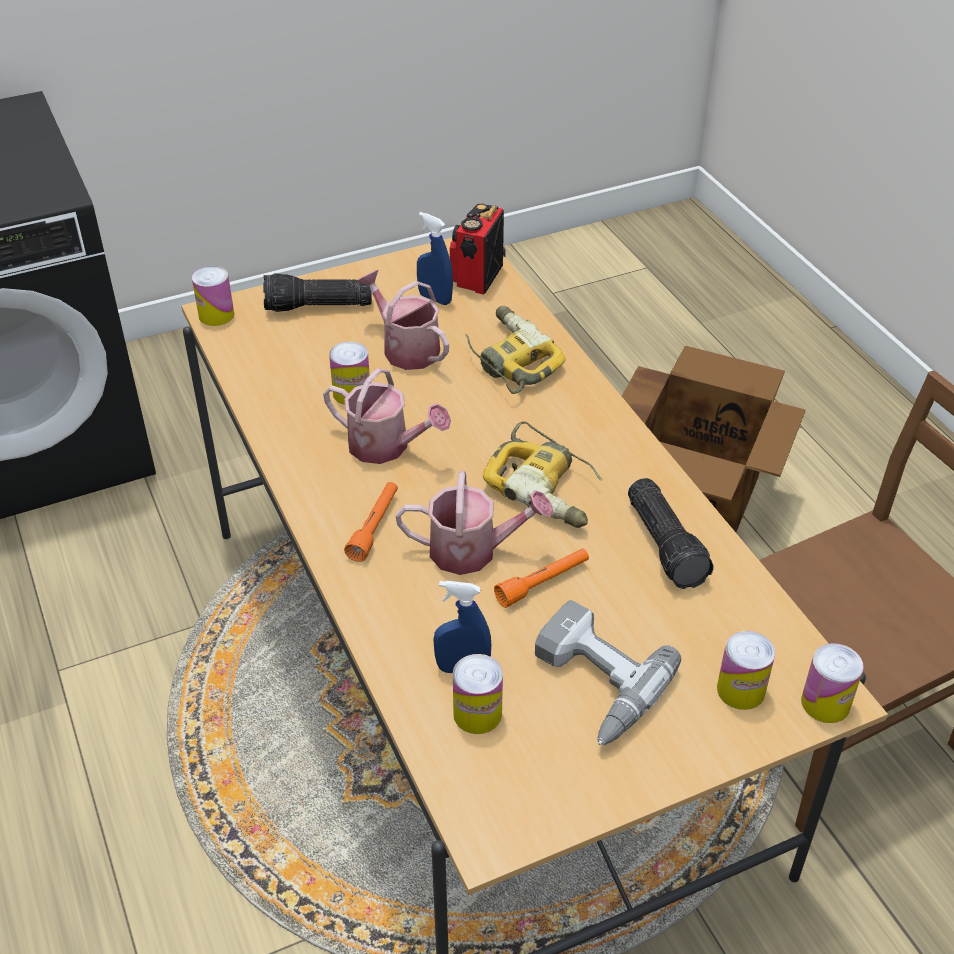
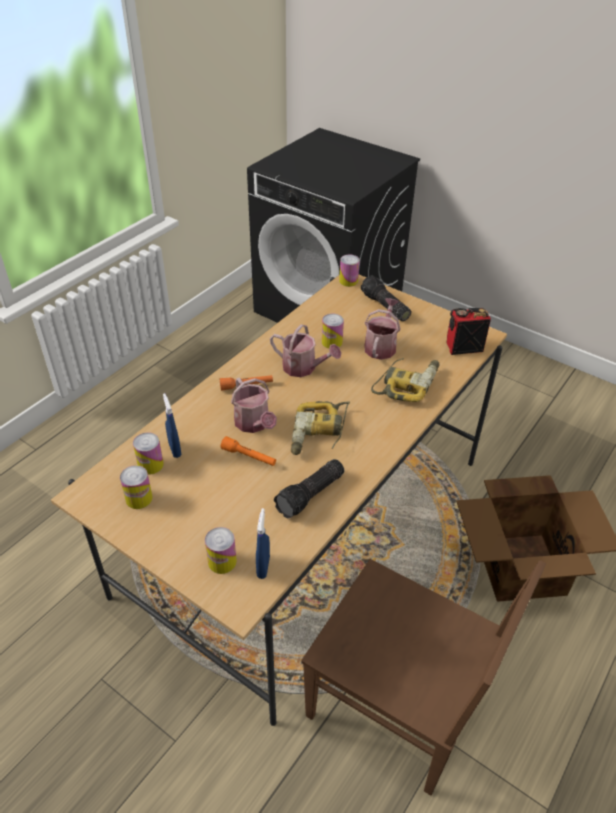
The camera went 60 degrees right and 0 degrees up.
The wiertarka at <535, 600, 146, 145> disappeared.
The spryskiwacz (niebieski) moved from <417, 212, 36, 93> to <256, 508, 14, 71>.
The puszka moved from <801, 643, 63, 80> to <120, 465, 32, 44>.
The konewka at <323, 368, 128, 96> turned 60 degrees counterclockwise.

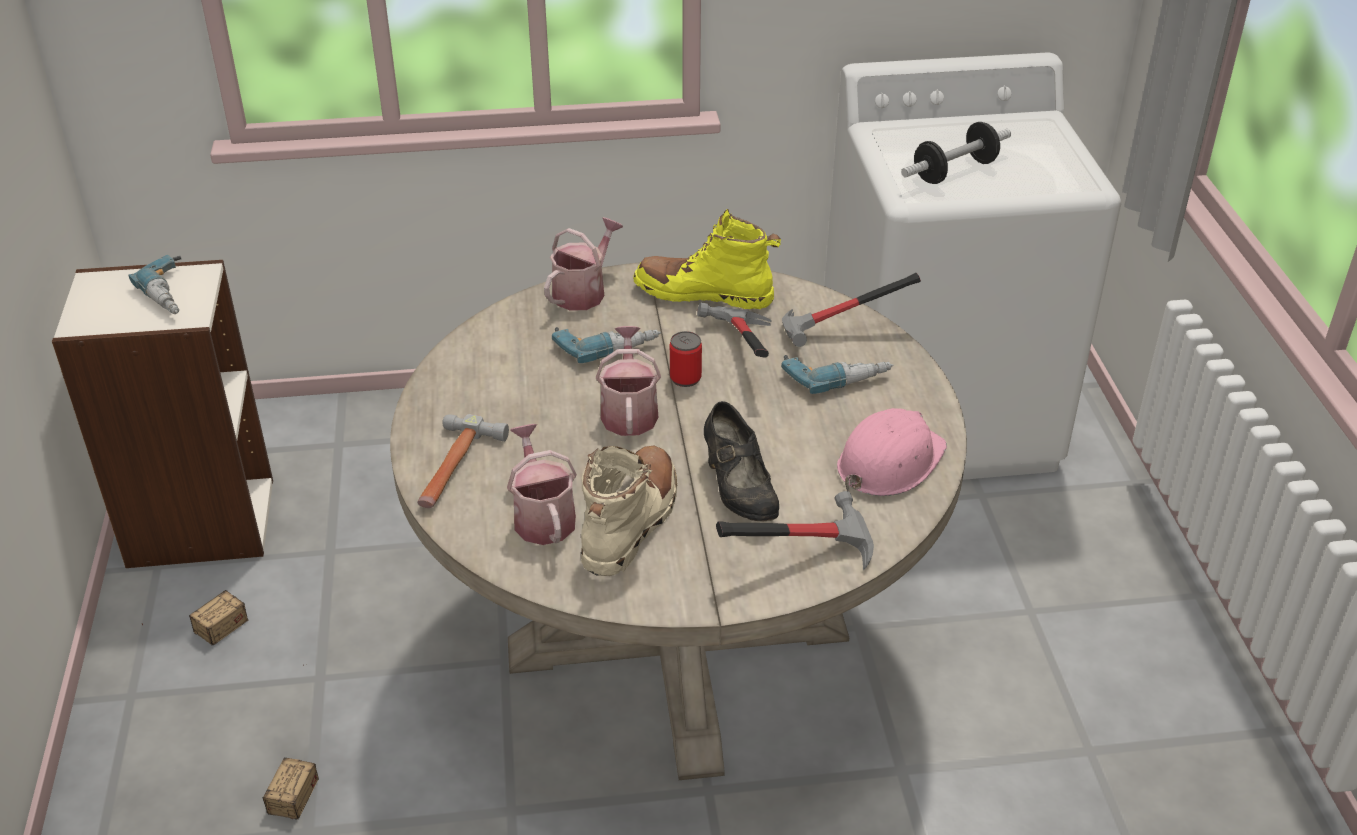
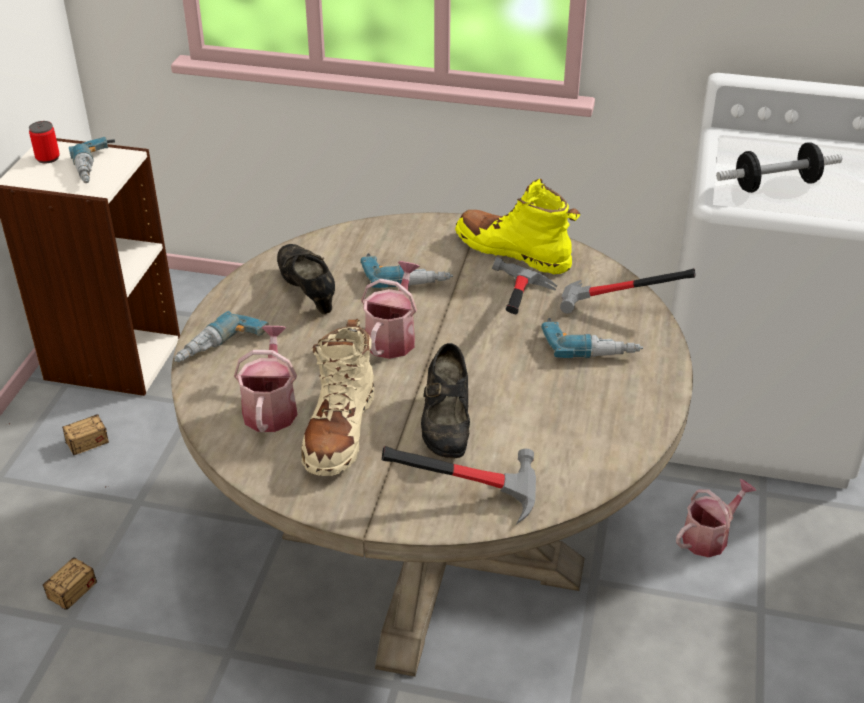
The camera went 20 degrees right and 0 degrees up.
The kask (różowy) at <837, 408, 110, 88> disappeared.
The but (czarny) at <277, 244, 58, 70> appeared.
The konewka moved from <544, 217, 79, 94> to <676, 479, 80, 78>.
The puszka moved from <670, 331, 32, 56> to <29, 121, 31, 42>.
The młotek at <417, 414, 92, 94> was replaced by the wiertarka at <174, 311, 95, 51>.
The but z cholewką (beżowy) at <581, 446, 97, 130> turned 150 degrees clockwise.

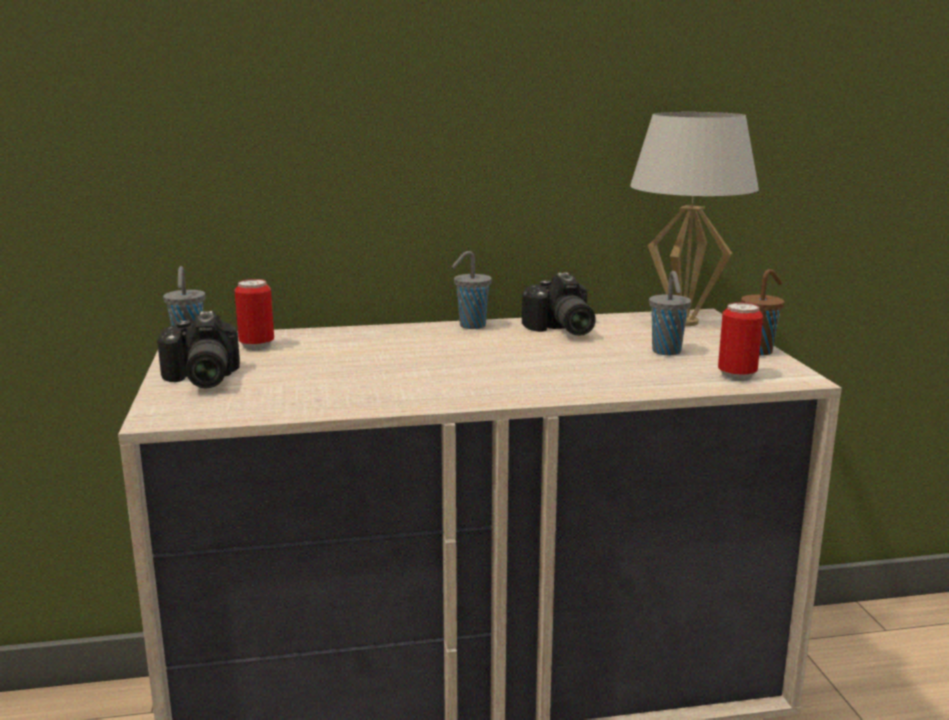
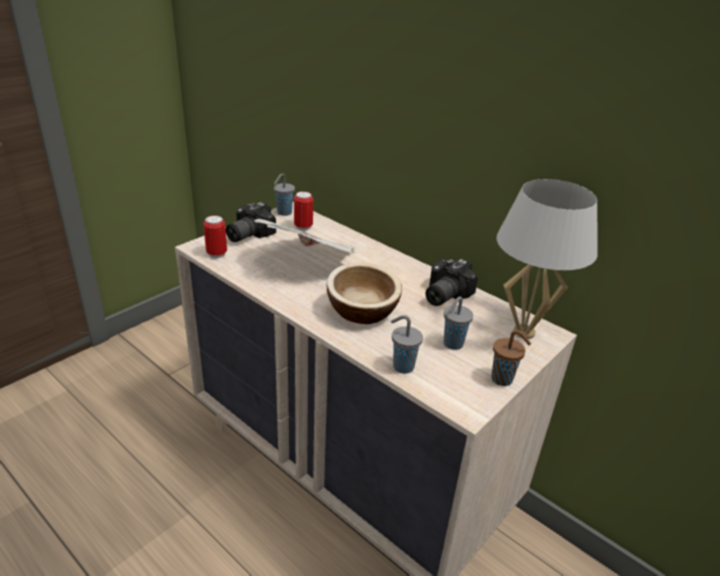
The camera went 50 degrees right and 15 degrees up.
The gazeta at <254, 219, 103, 35> appeared.
The miska at <327, 263, 75, 61> appeared.
The filiżanka (szary) moved from <452, 251, 40, 78> to <391, 315, 32, 59>.
The puszka moved from <718, 302, 45, 79> to <204, 215, 23, 43>.

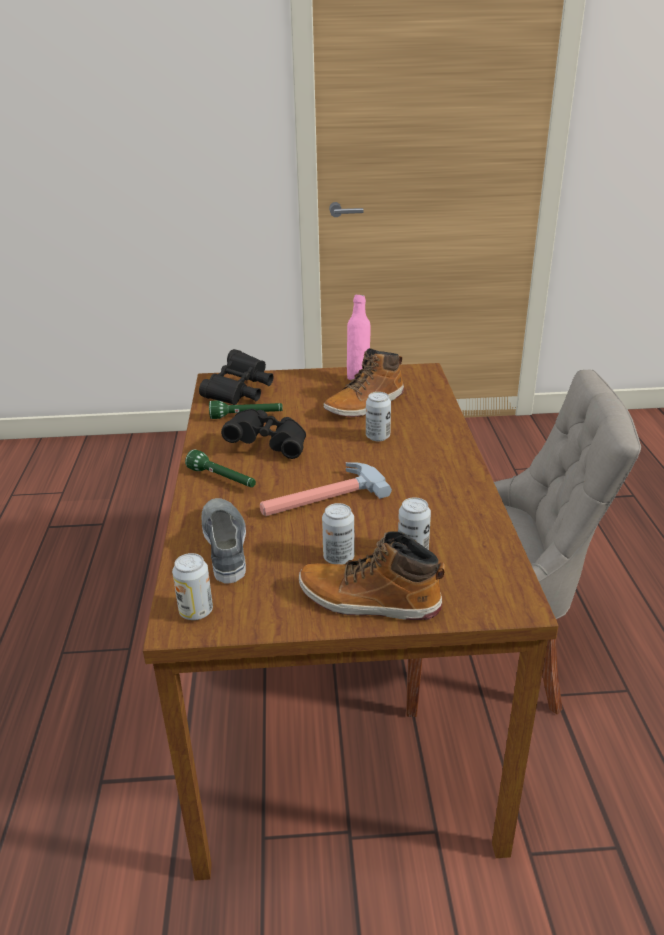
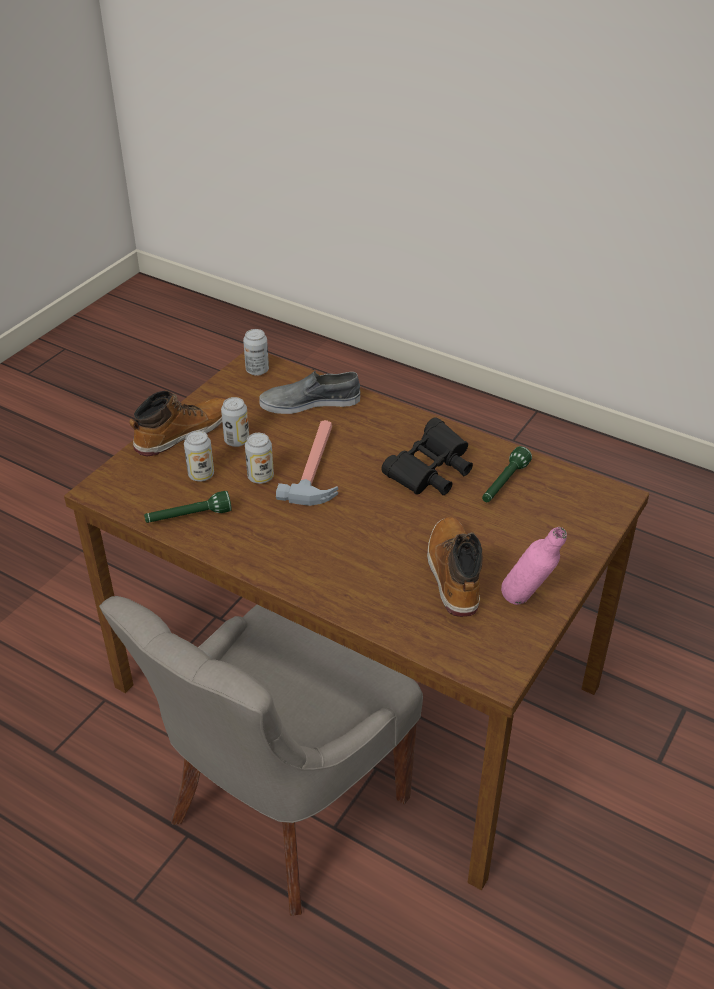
The camera went 125 degrees right and 10 degrees up.
The lornetka (czarny) at <199, 349, 75, 56> disappeared.
The latarka (zielony) moved from <185, 449, 71, 38> to <144, 491, 88, 32>.
The puszka moved from <366, 392, 25, 49> to <245, 433, 29, 51>.
The but (szary) at <202, 498, 44, 86> turned 150 degrees clockwise.

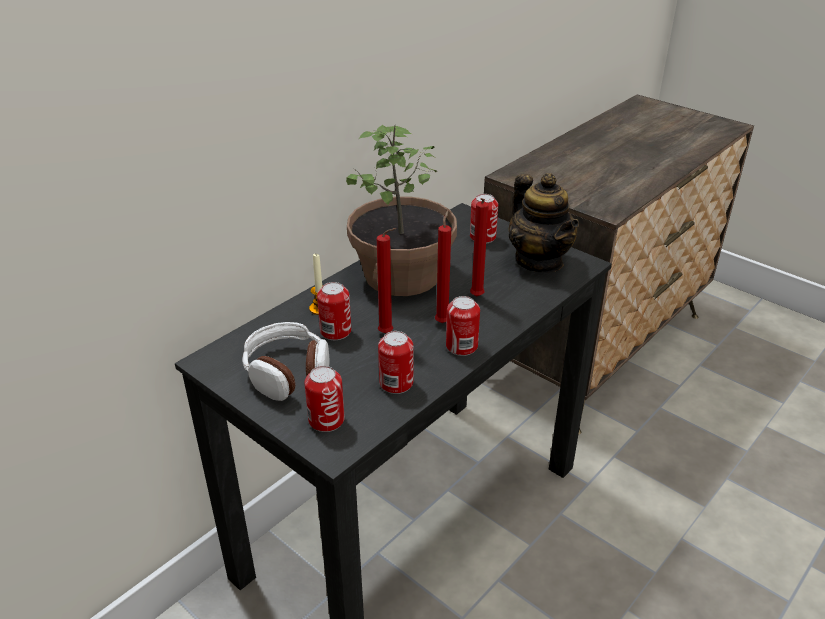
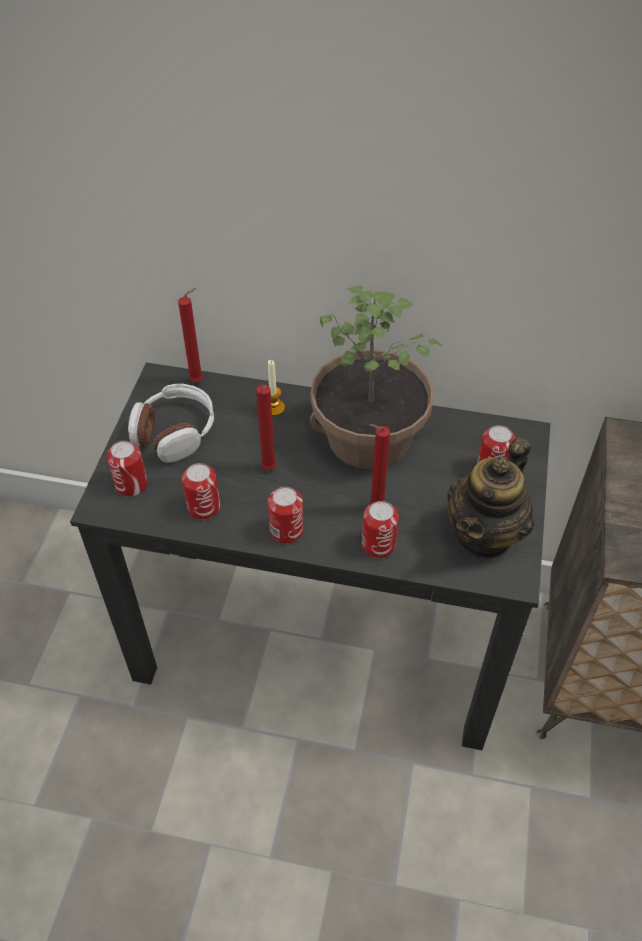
The camera went 60 degrees right and 15 degrees up.
The puszka moved from <317, 282, 34, 58> to <362, 501, 37, 57>.
The świeca (czerwony) moved from <435, 210, 16, 113> to <178, 288, 25, 94>.

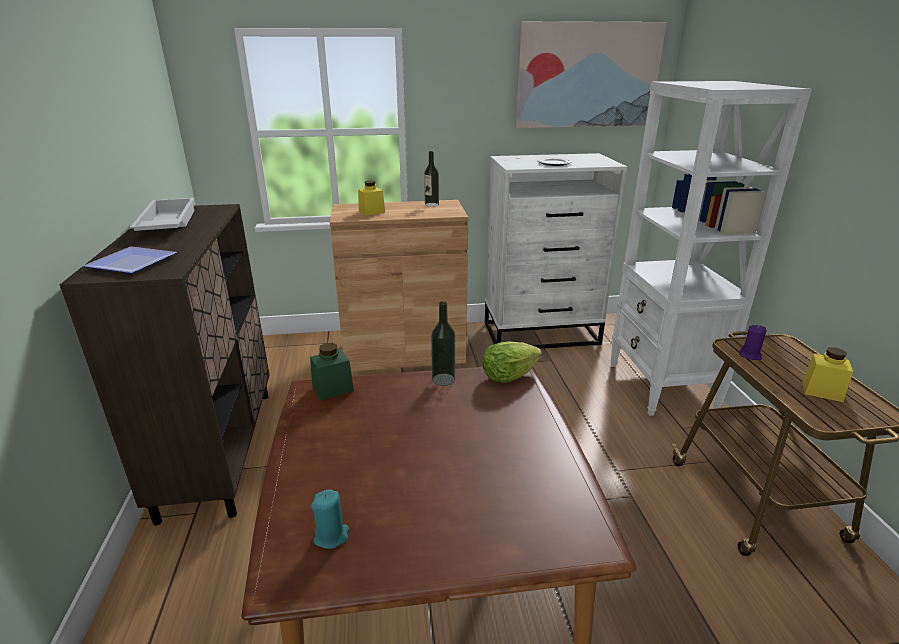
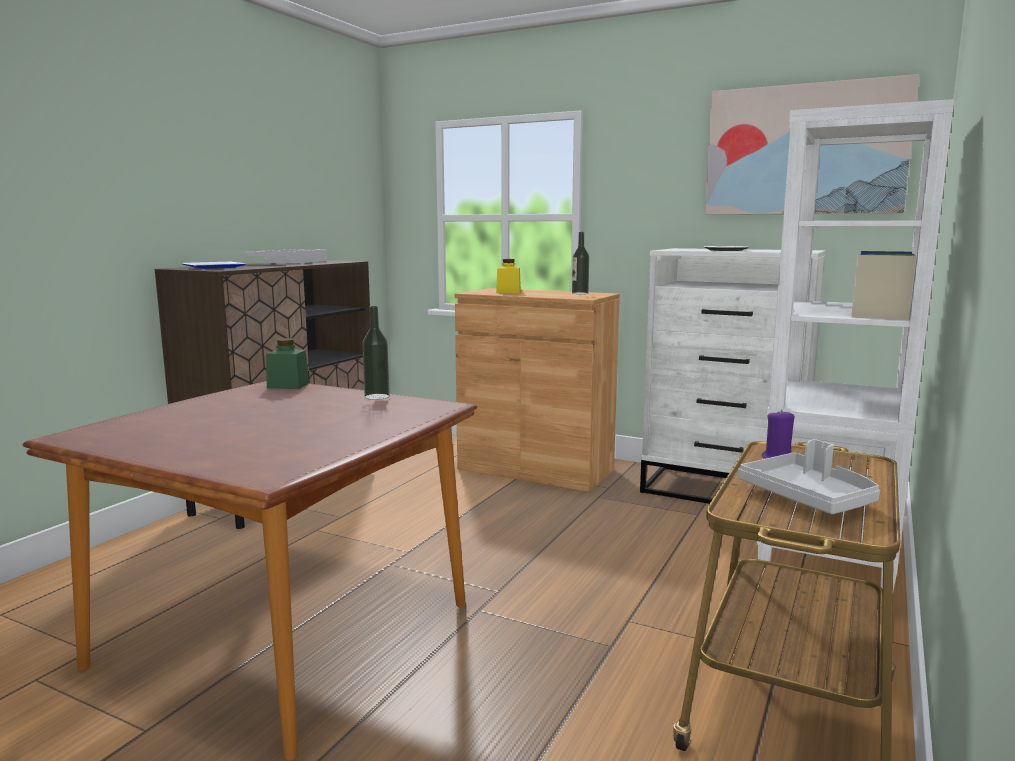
The camera went 35 degrees right and 15 degrees down.
The świeca (turkusowy) at <311, 489, 38, 60> disappeared.
The sałata at <482, 341, 60, 42> disappeared.
The słoik (żółty) at <802, 347, 51, 55> was replaced by the taca (szary) at <738, 439, 142, 75>.

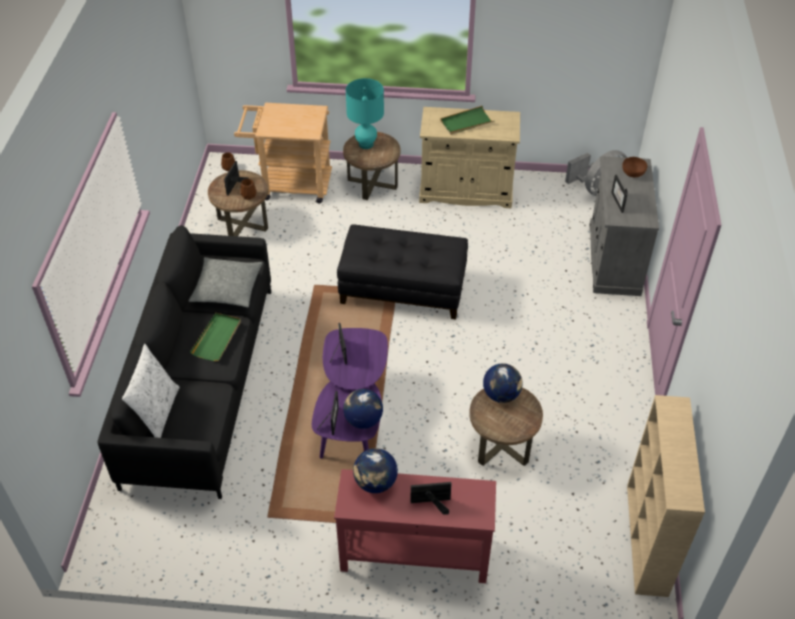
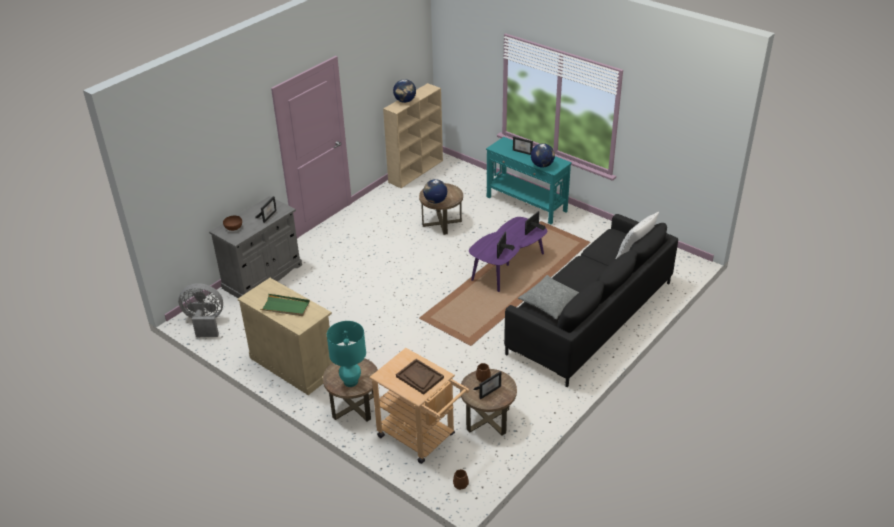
The camera went 145 degrees left and 10 degrees down.
The taca (zielony) at <190, 313, 51, 48> disappeared.
The pufa (czarny) at <337, 224, 131, 96> disappeared.
The taca (brązowy) at <396, 359, 48, 36> appeared.
The globus moved from <343, 389, 40, 40> to <393, 79, 23, 24>.
The stolik konsolowy (czerwony) at <334, 469, 162, 114> became the stolik konsolowy (turkusowy) at <486, 137, 86, 88>.

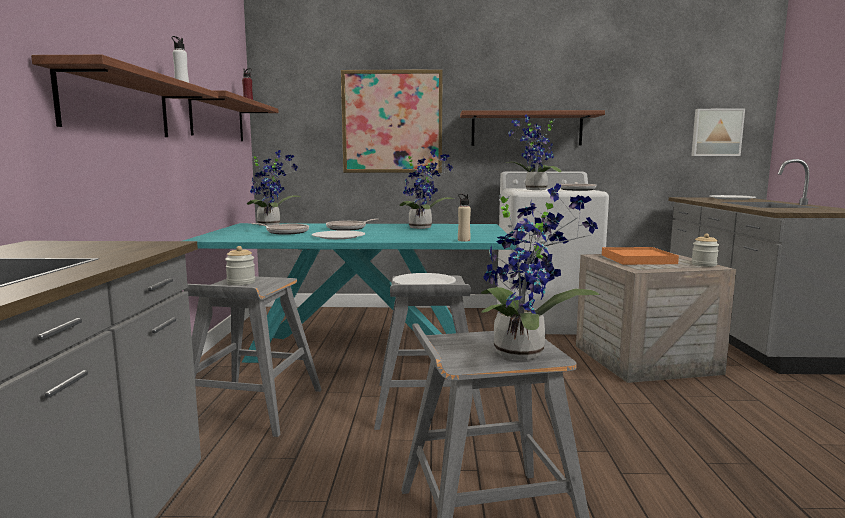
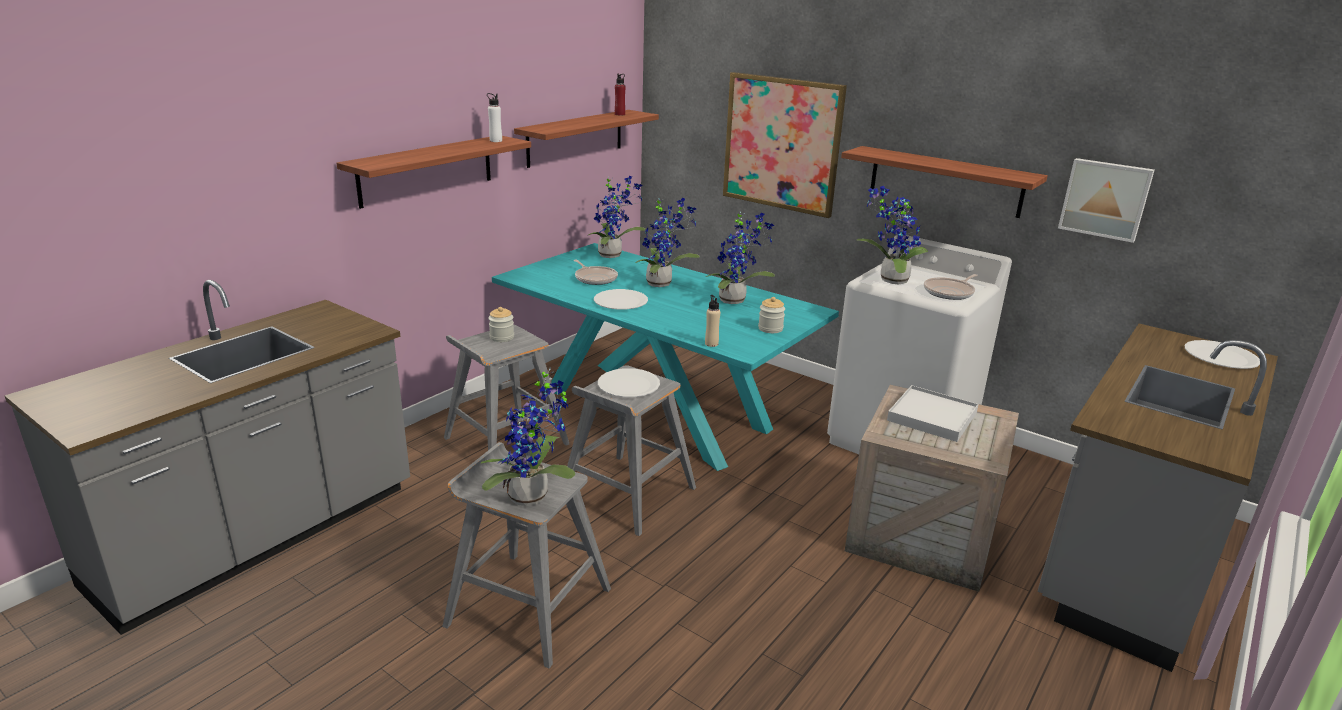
The camera went 35 degrees right and 15 degrees up.
The obraz moved from <691, 109, 54, 47> to <1058, 158, 97, 85>.
The słoik moved from <691, 234, 28, 33> to <758, 297, 27, 36>.
The patelnia at <326, 219, 53, 12> was replaced by the roślina doniczkowa at <635, 198, 65, 89>.
The taca (pomarańczowy) at <602, 247, 77, 18> became the taca (biały) at <887, 385, 92, 57>.

